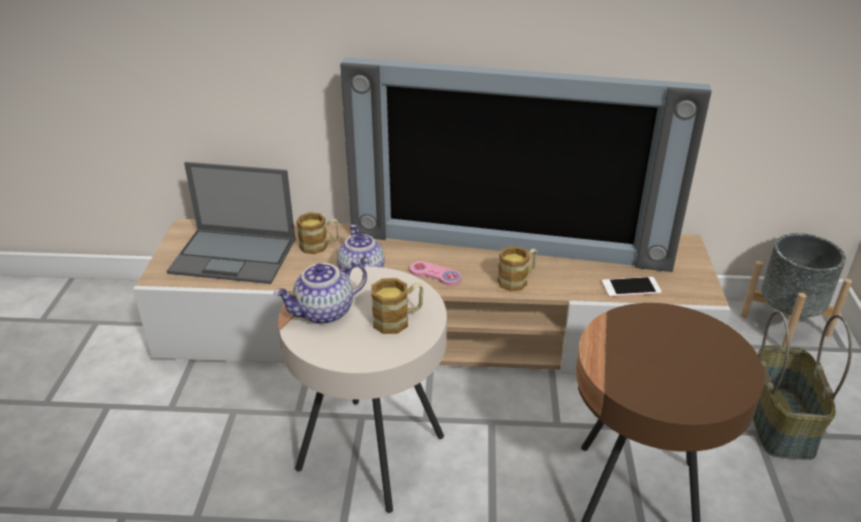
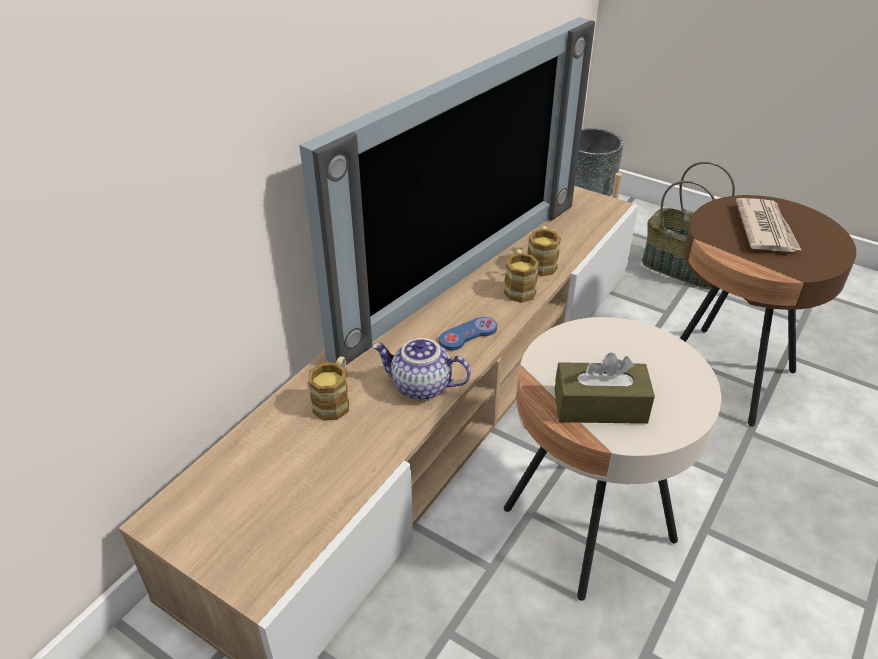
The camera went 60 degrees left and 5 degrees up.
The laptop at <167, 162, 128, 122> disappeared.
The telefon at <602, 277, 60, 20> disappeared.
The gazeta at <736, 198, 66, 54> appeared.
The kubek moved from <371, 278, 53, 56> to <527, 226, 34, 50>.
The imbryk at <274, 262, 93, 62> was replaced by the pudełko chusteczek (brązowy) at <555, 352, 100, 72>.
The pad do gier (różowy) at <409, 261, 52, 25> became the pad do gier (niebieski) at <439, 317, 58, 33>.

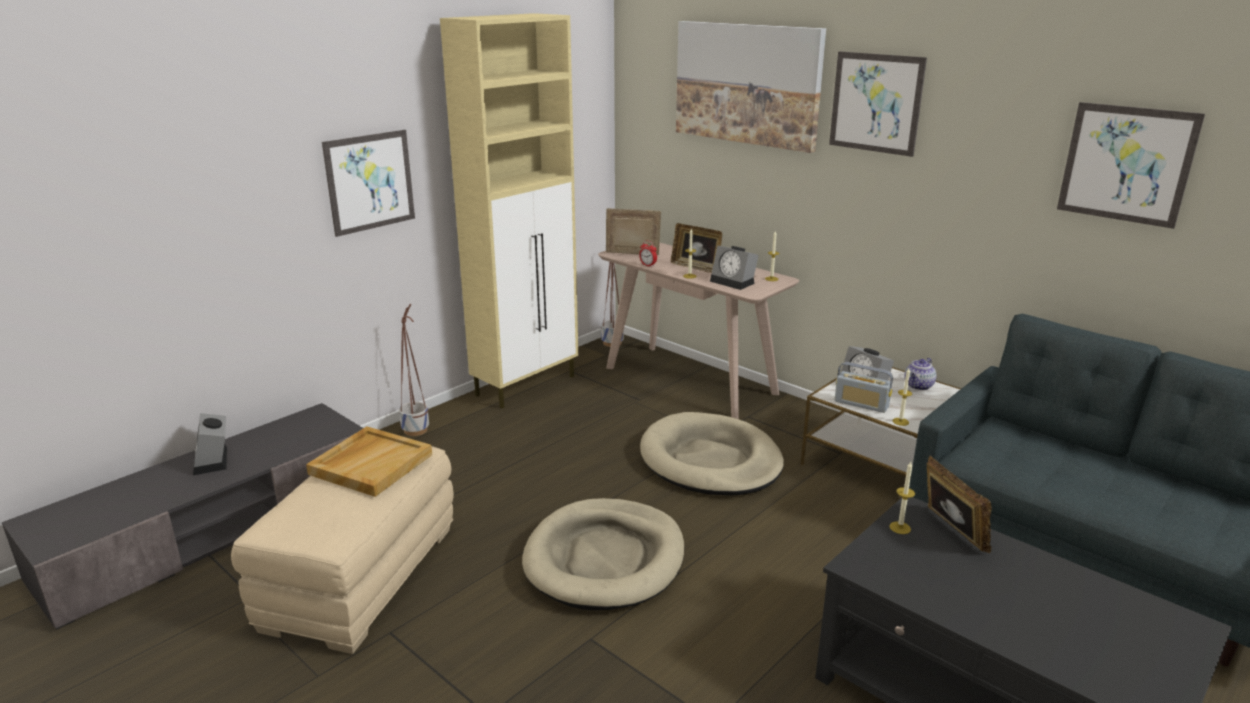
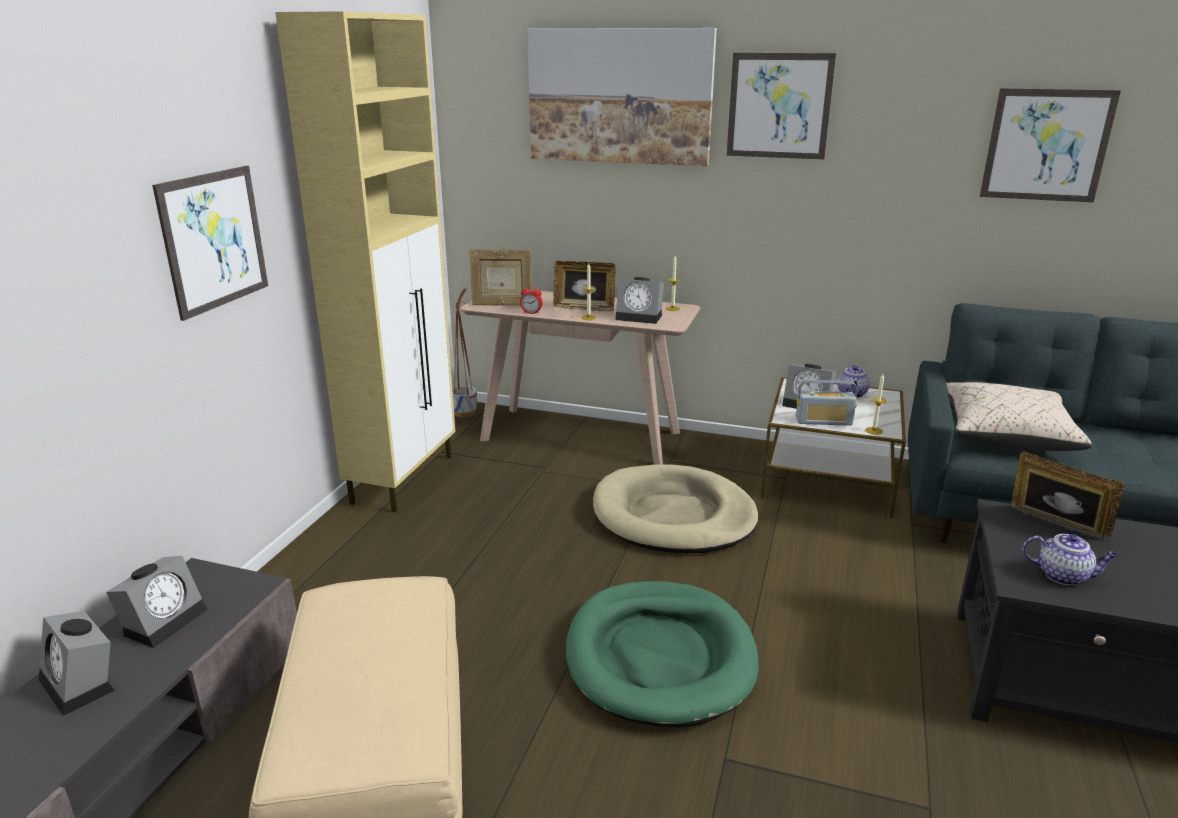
The camera went 25 degrees left and 0 degrees up.
The taca (beżowy) at <306, 426, 126, 71> disappeared.
The donica at <399, 304, 30, 132> disappeared.
The świeca at <889, 462, 26, 72> disappeared.
The budzik at <106, 556, 101, 92> appeared.
The poduszka (beżowy) at <946, 382, 146, 69> appeared.
The imbryk at <1022, 534, 96, 51> appeared.
The legowisko (beżowy) at <522, 498, 162, 112> became the legowisko (zielony) at <566, 581, 193, 146>.
The ramka na zdjęcie at <606, 208, 55, 47> turned 150 degrees counterclockwise.

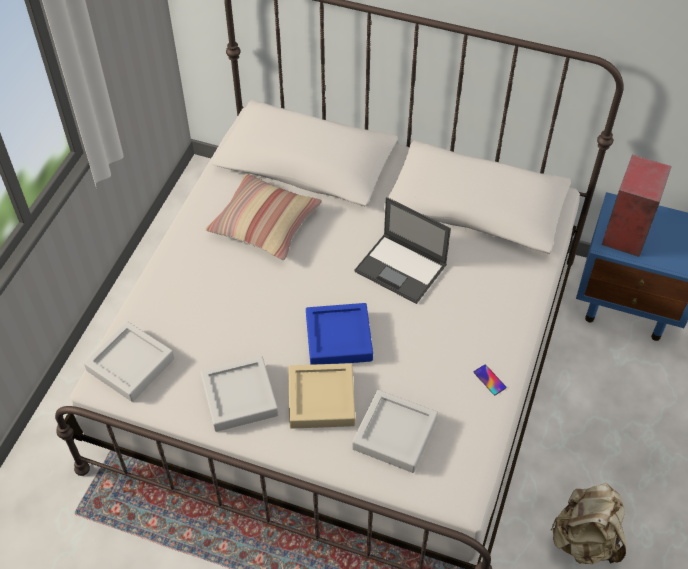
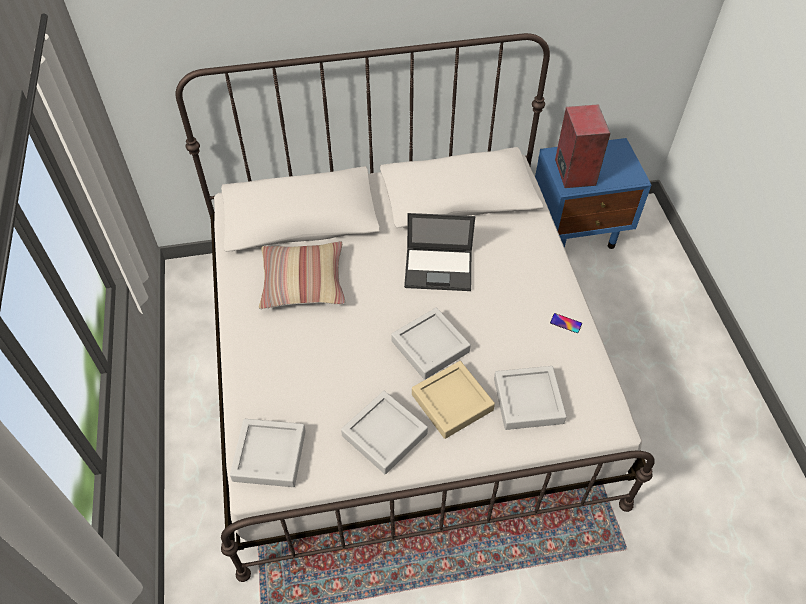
The camera went 30 degrees left and 0 degrees up.
The plecak (beżowy) at <550, 482, 76, 82> disappeared.
The taca (niebieski) at <306, 303, 67, 62> became the taca (szary) at <391, 308, 80, 72>.

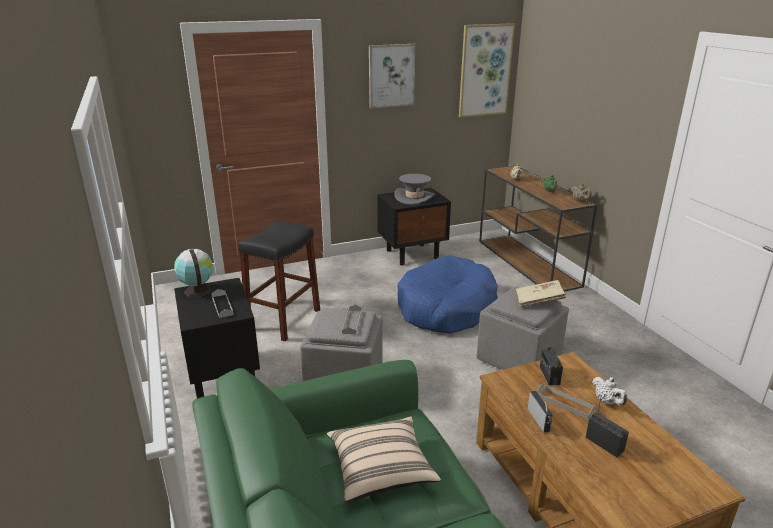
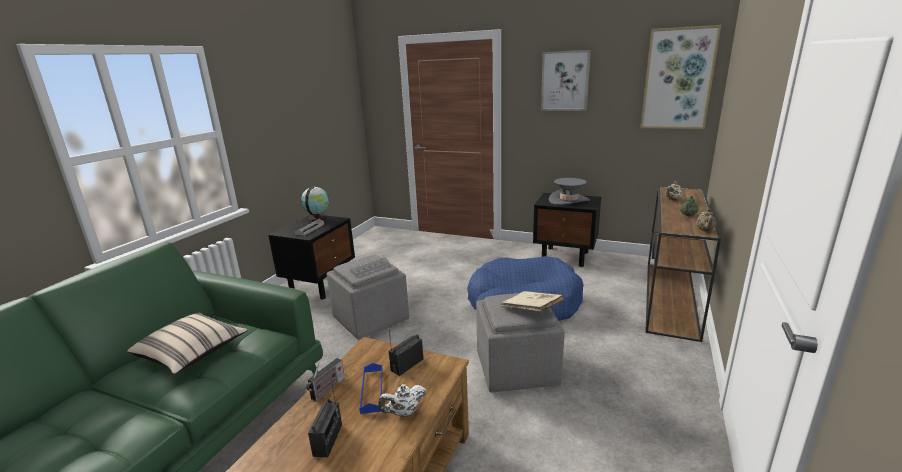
The camera went 45 degrees right and 5 degrees down.
The stołek (czarny) at <238, 221, 82, 120> disappeared.
The taca (szary) at <537, 384, 59, 35> became the taca (niebieski) at <359, 363, 24, 51>.
The imbryk (biały) at <592, 377, 35, 29> turned 45 degrees clockwise.

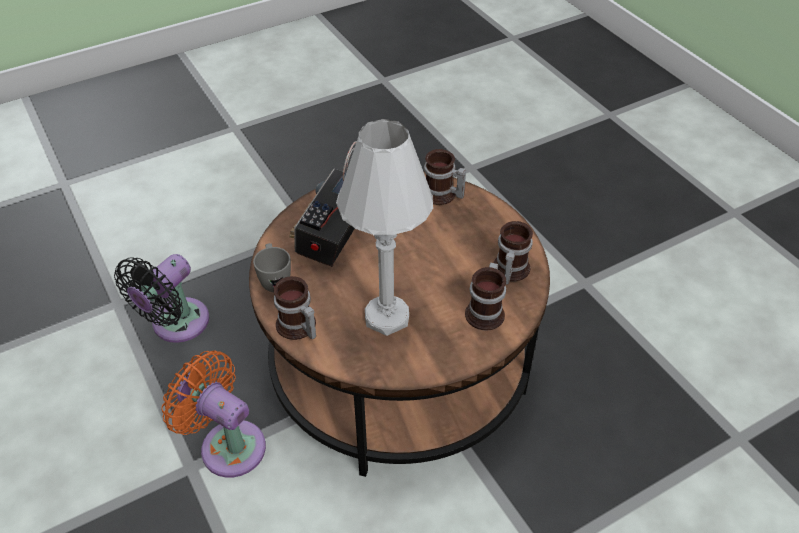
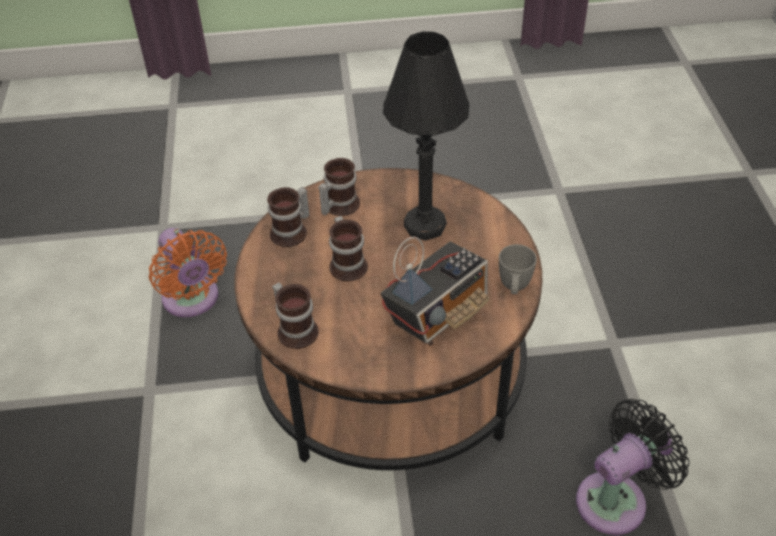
The camera went 155 degrees left and 0 degrees up.
The wentylator (pomarańczowy) moved from <161, 350, 105, 128> to <149, 228, 78, 89>.
The kubek moved from <274, 276, 42, 64> to <329, 216, 39, 65>.
The lampa stołowa (biały) at <336, 119, 97, 217> became the lampa stołowa (czarny) at <383, 32, 87, 209>.

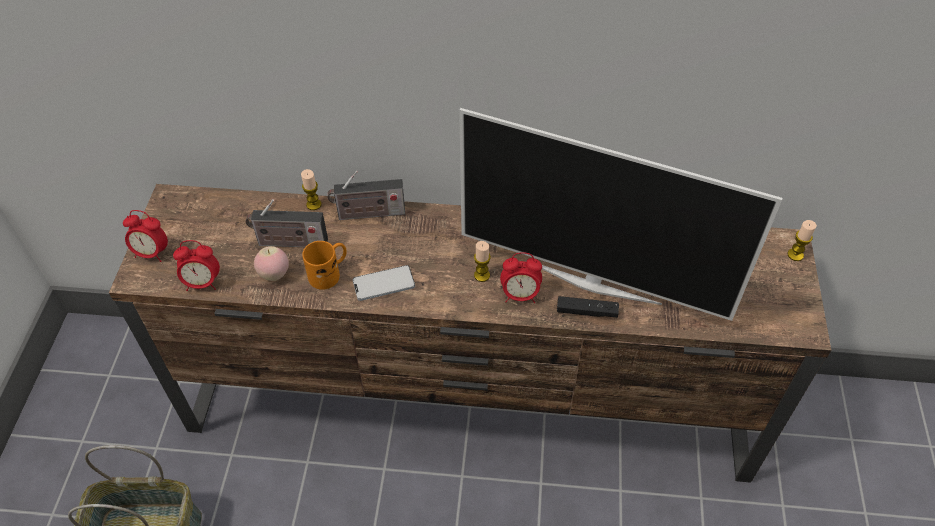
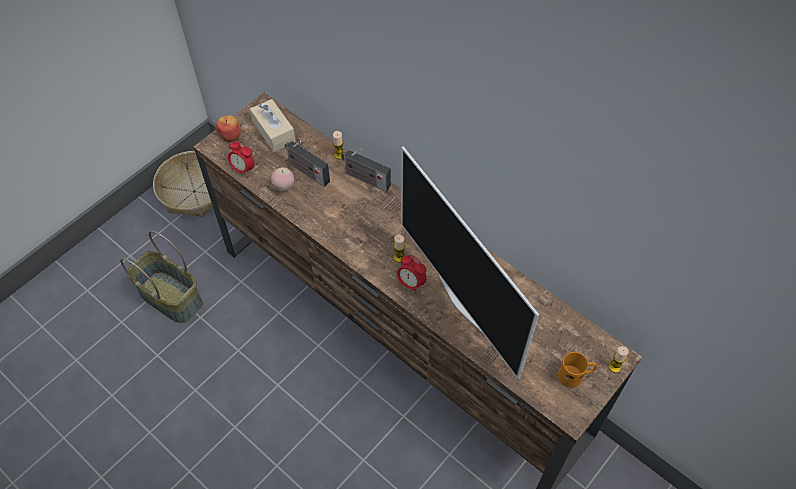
The camera went 35 degrees right and 5 degrees up.
The telefon at <353, 265, 62, 36> disappeared.
The pad do gier (czarny) at <557, 296, 62, 22> disappeared.
The koszyk at <153, 151, 60, 66> appeared.
The pudełko chusteczek (beżowy) at <250, 99, 46, 53> appeared.
The kubek (pomarańczowy) moved from <302, 241, 45, 49> to <558, 352, 39, 36>.
The budzik at <123, 210, 45, 52> was replaced by the jabłko at <216, 115, 25, 27>.

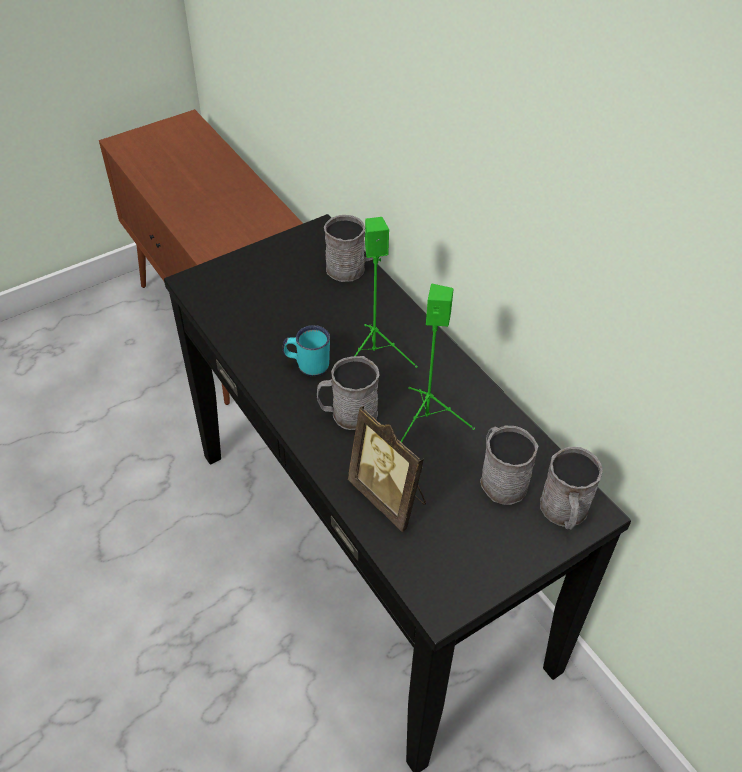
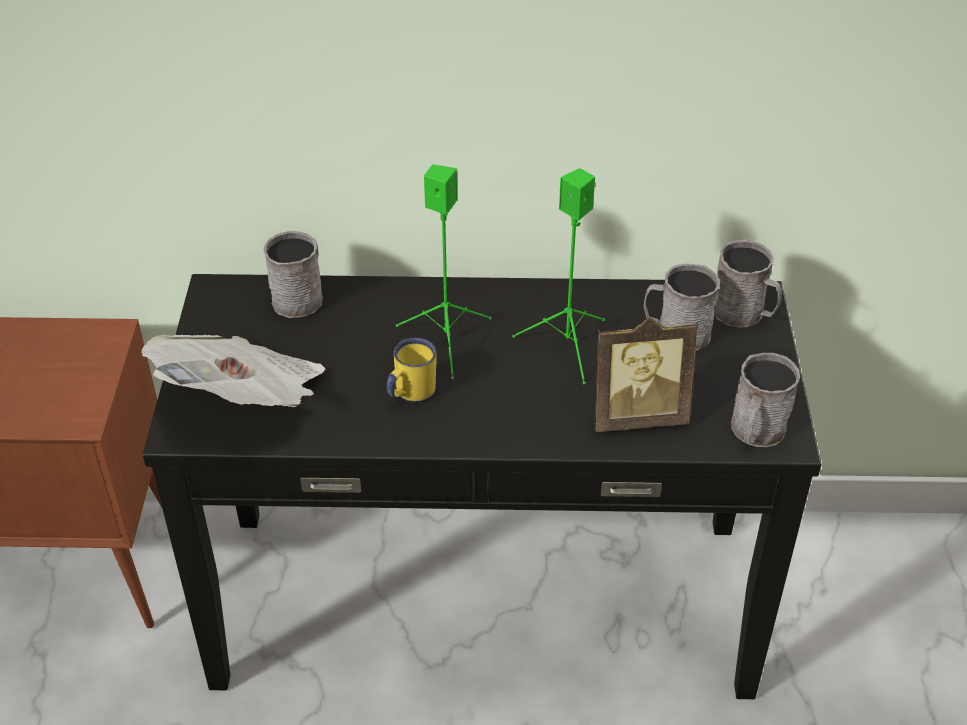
The camera went 55 degrees left and 5 degrees down.
The gazeta at <141, 335, 184, 72> appeared.
The kubek (szary) moved from <317, 356, 63, 74> to <731, 353, 69, 94>.
The kubek (turkusowy) at <283, 325, 47, 51> became the kubek (żółty) at <387, 337, 49, 66>.

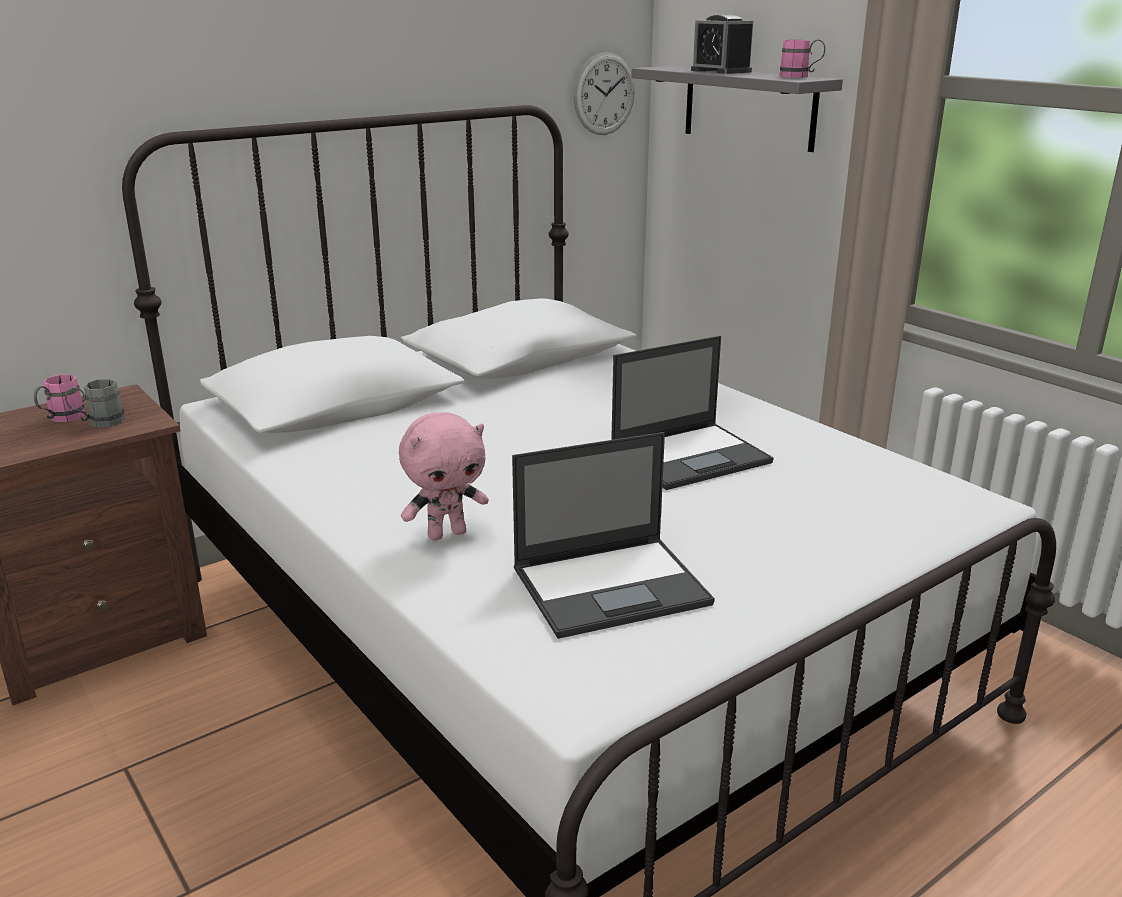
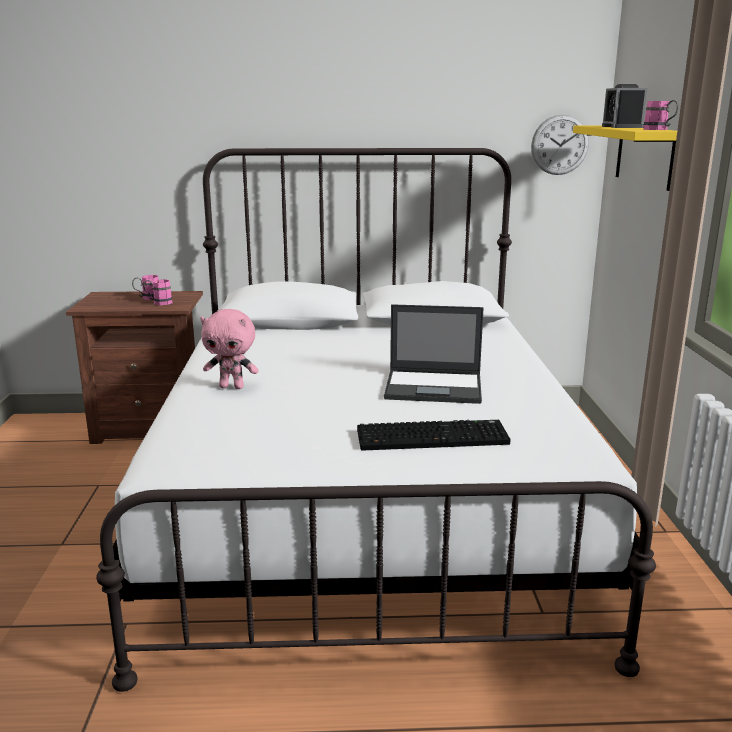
The camera went 35 degrees right and 5 degrees down.
The laptop at <512, 432, 203, 207> disappeared.
The klawiatura at <357, 420, 154, 31> appeared.
The kubek (szary) at <65, 379, 60, 49> became the kubek (różowy) at <143, 279, 29, 26>.
The półka (szary) at <631, 66, 212, 86> became the półka (żółty) at <573, 125, 104, 66>.

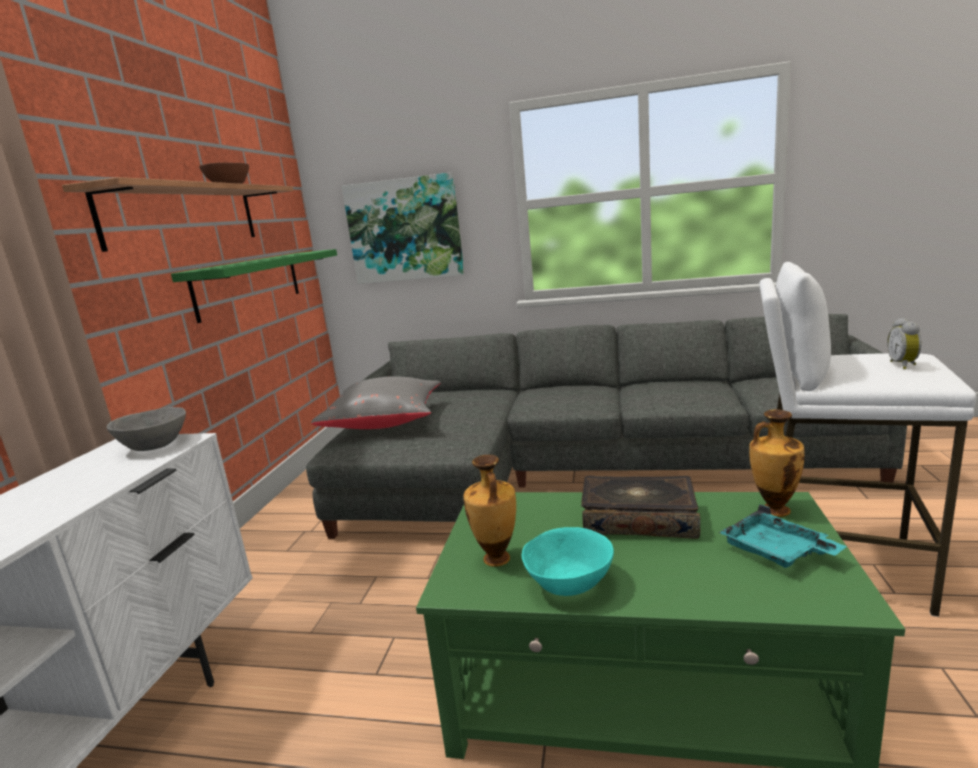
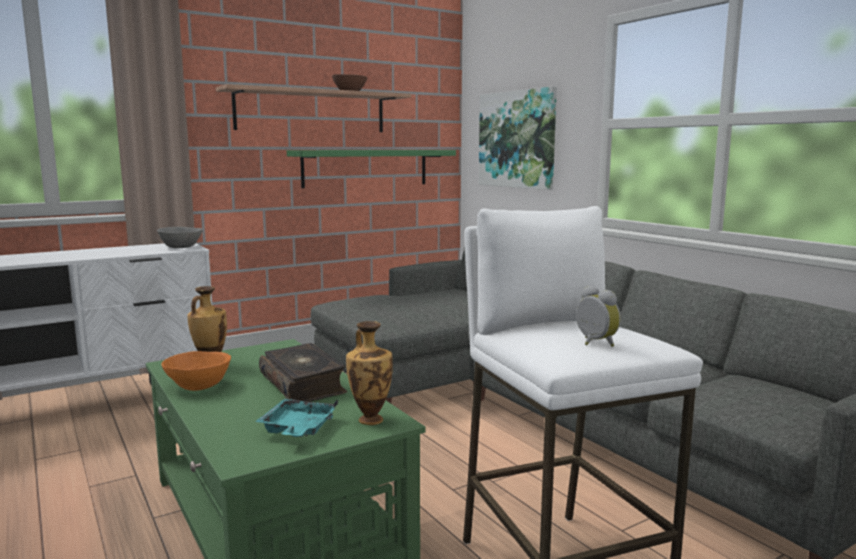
The camera went 45 degrees right and 5 degrees down.
The poduszka (szary) at <311, 376, 130, 53> disappeared.
The miska (turkusowy) at <522, 527, 92, 69> became the miska (pomarańczowy) at <161, 351, 70, 40>.
The budzik at <887, 318, 35, 51> turned 90 degrees clockwise.

